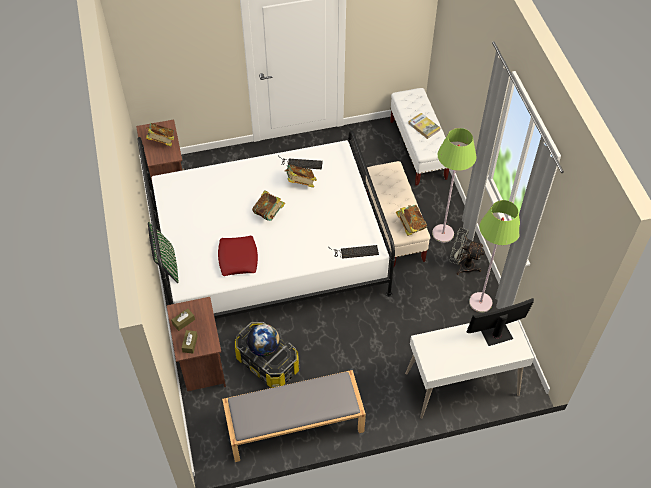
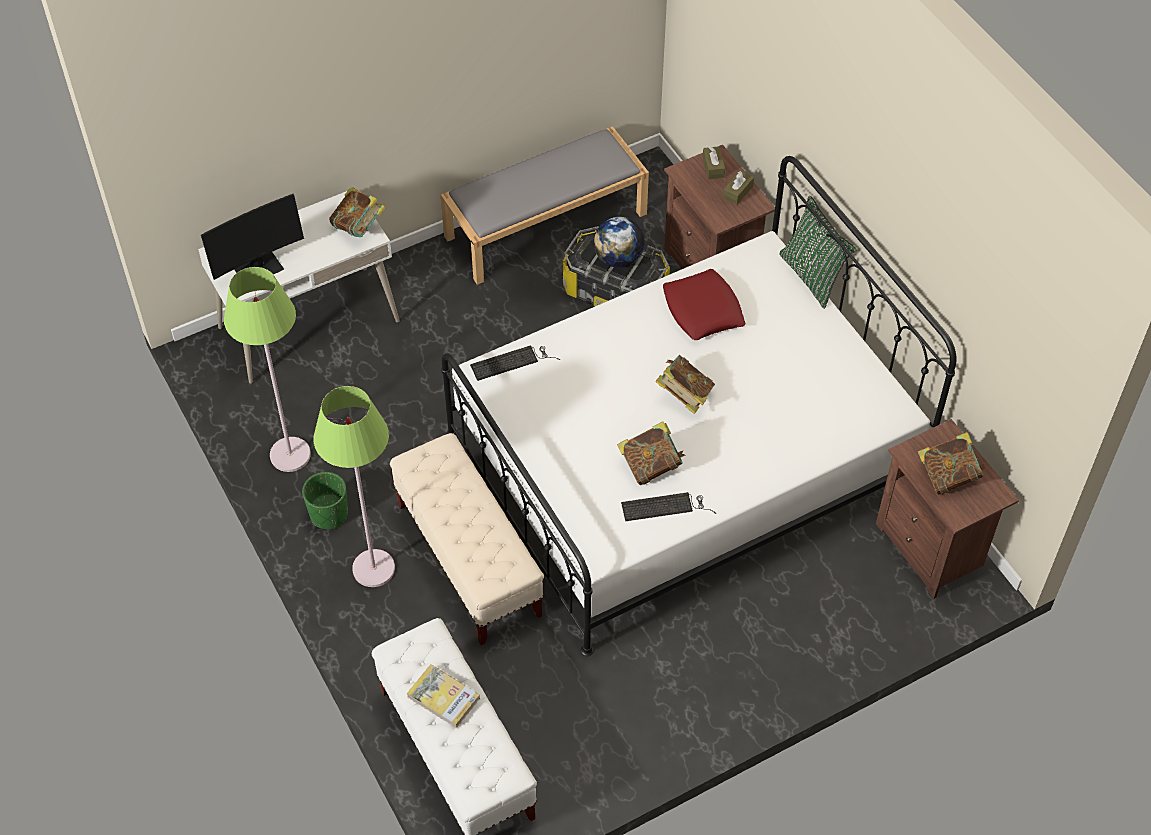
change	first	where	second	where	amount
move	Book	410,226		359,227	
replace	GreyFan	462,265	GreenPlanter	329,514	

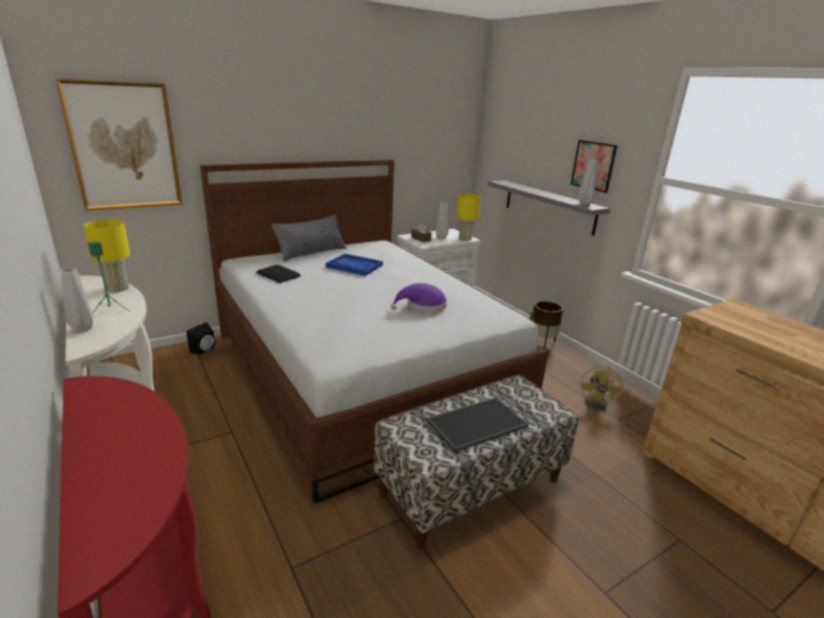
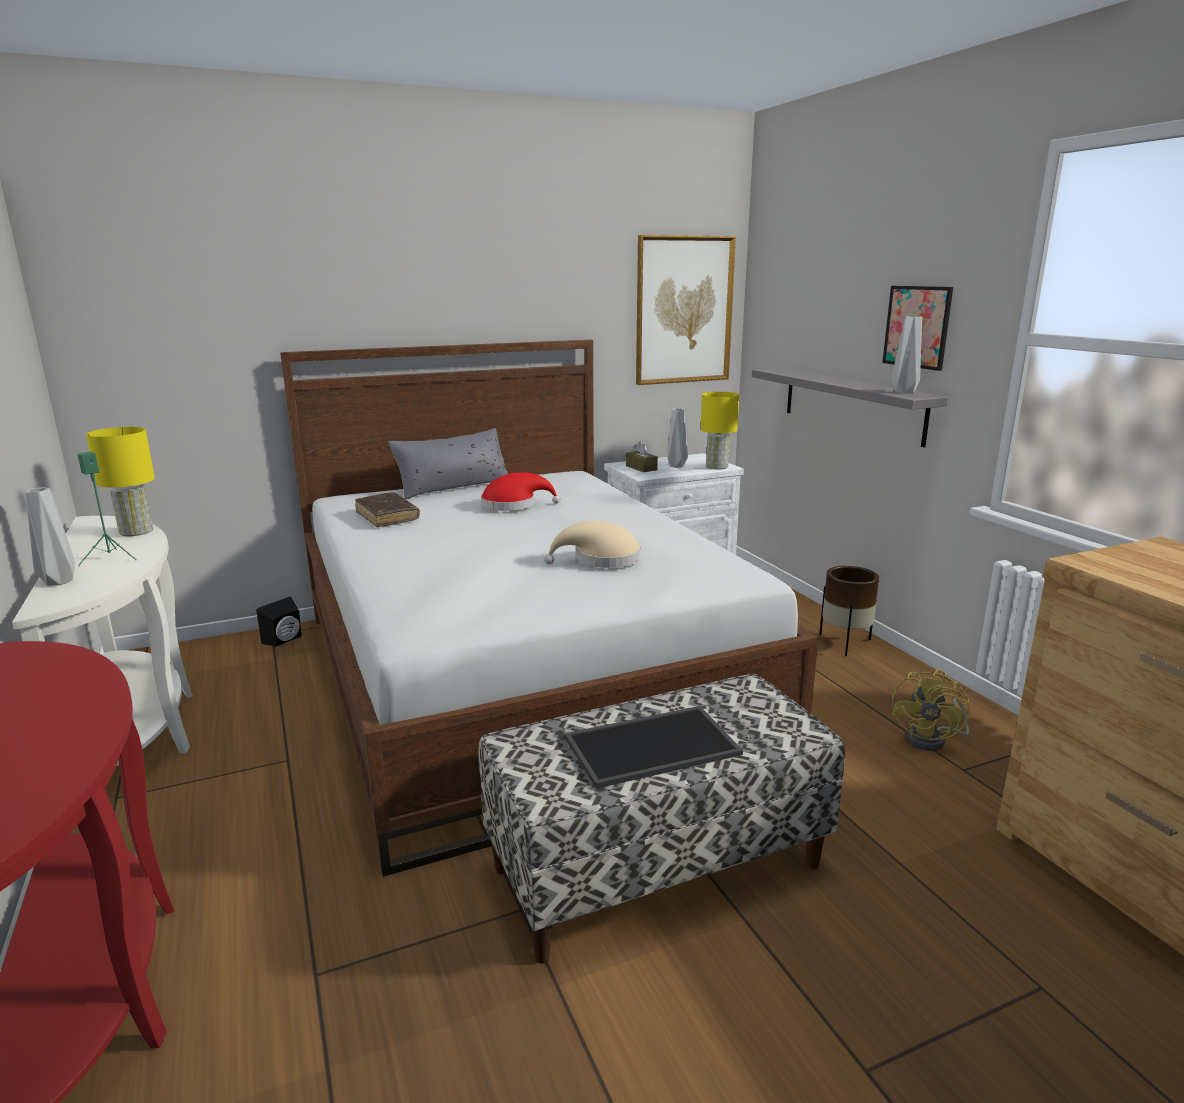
change	first	where	second	where	amount
move	Picture	124,146		683,310	
replace	BlueTray	354,266	RedHat	513,505	
replace	Laptop	278,275	BrownBook	387,517	
recolor	PurpleHat	423,306	BeigeHat	601,559	

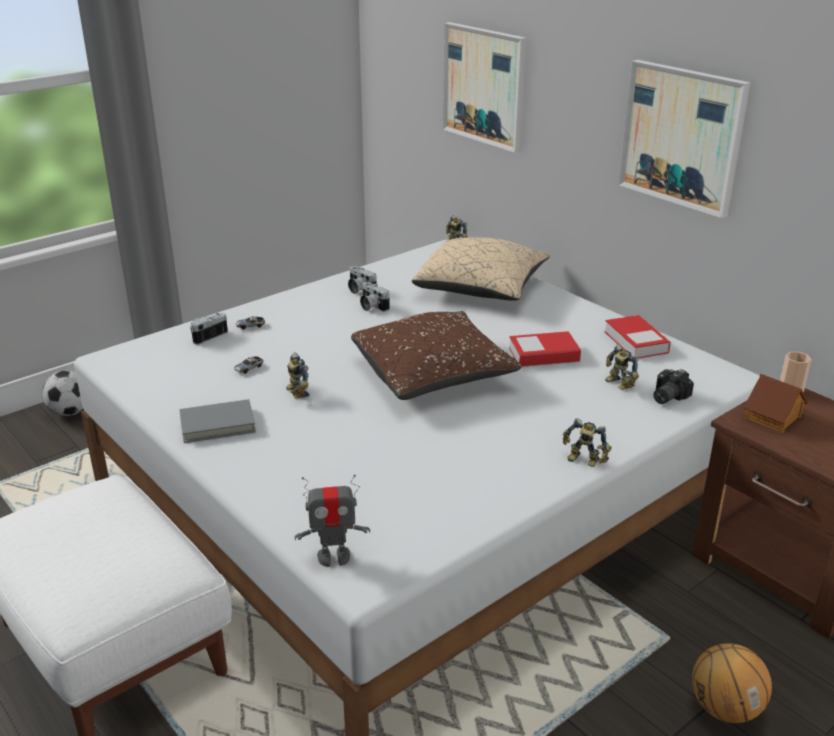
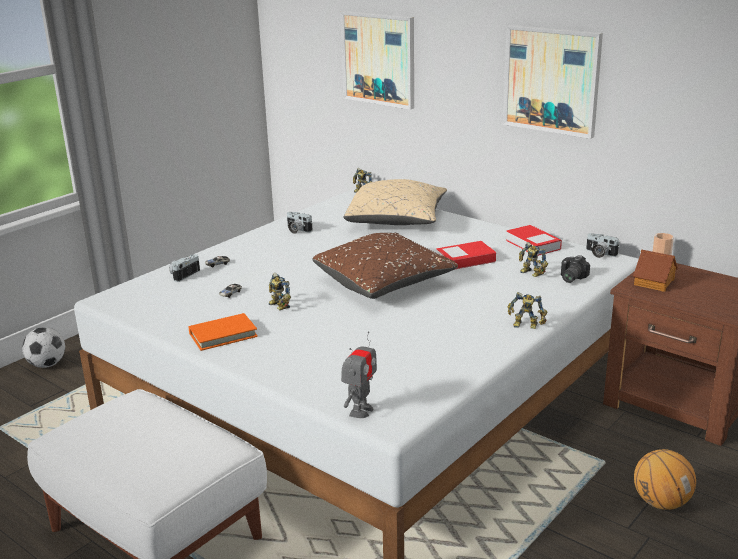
change	first	where	second	where	amount
move	PhotoCamera	372,306		599,254	
recolor	GreyBook	217,425	OrangeBook	223,335	
rotate	ToyRobot	333,557		360,411	45 degrees counterclockwise

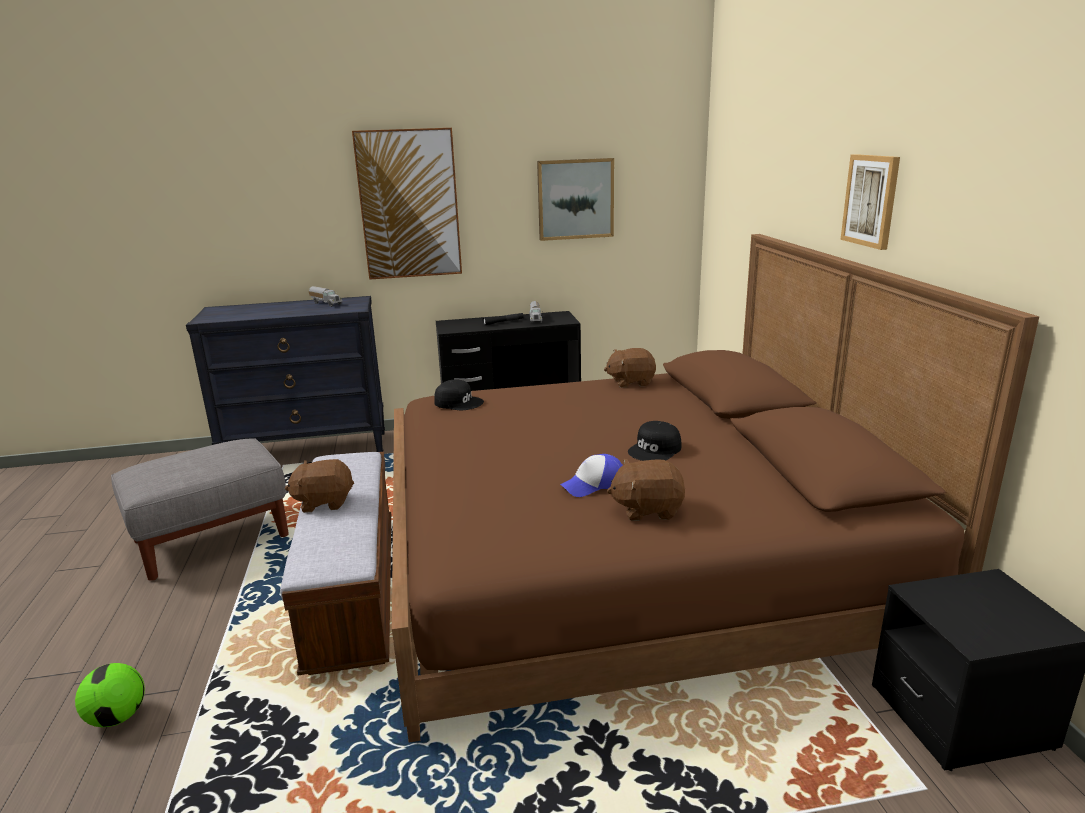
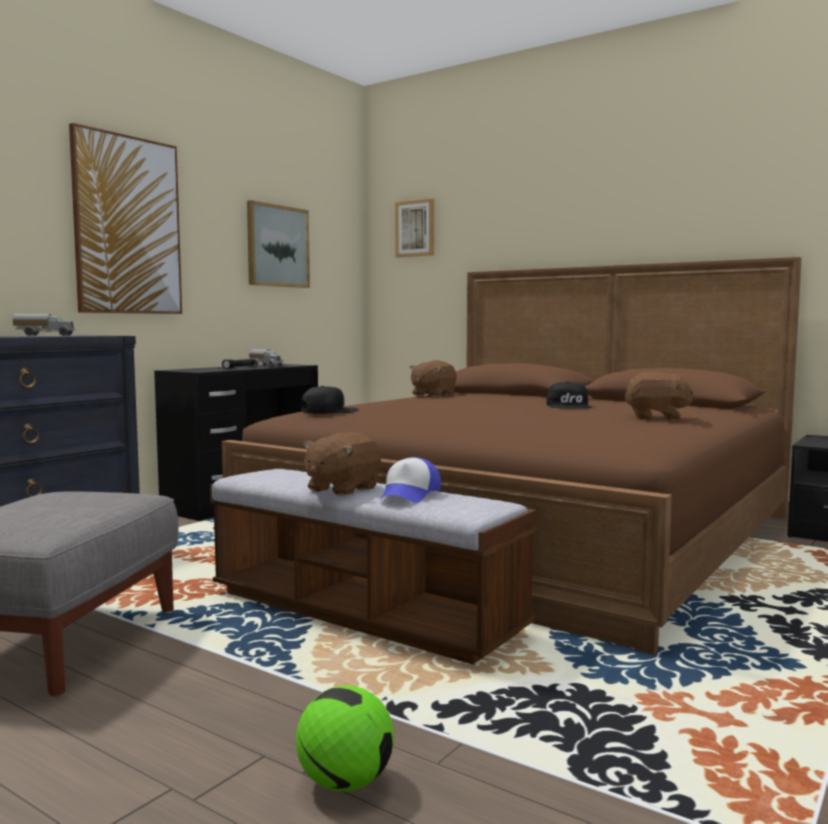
change	first	where	second	where	amount
move	Picture	871,200		415,228	
move	Cap	594,485		410,495	
rotate	BrownPlushToy	647,509		657,418	120 degrees counterclockwise

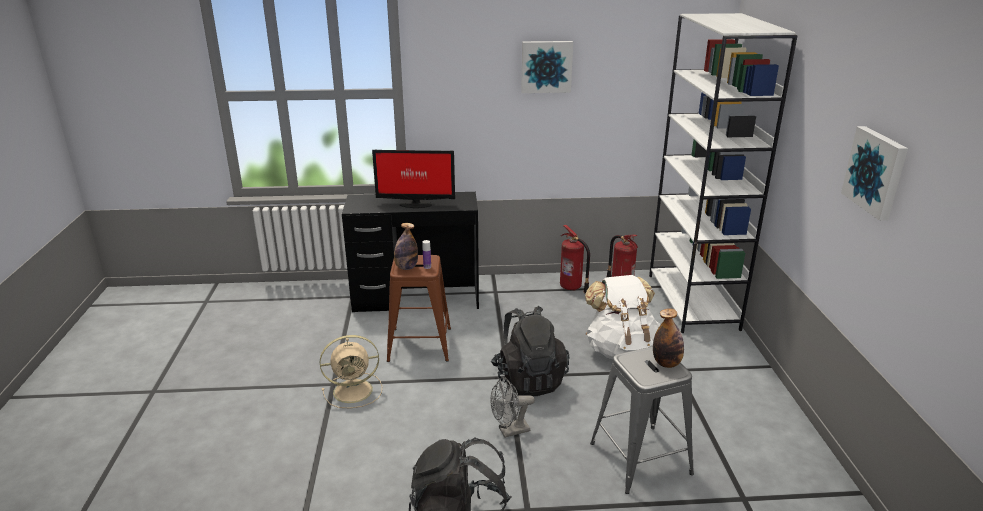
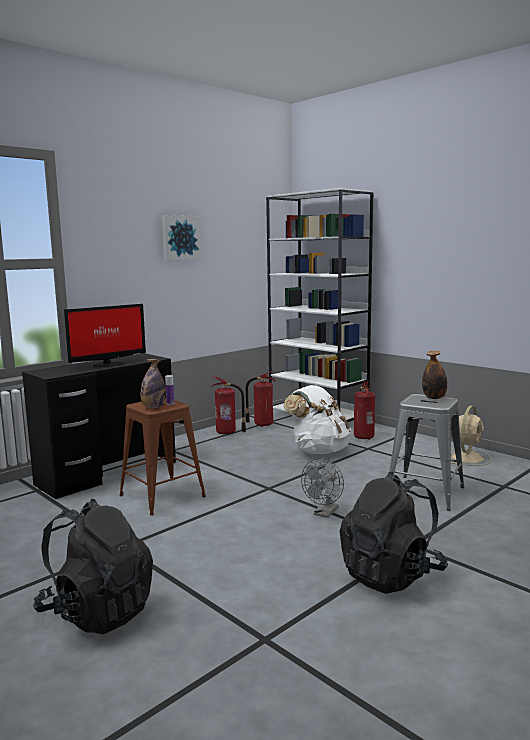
change	first	where	second	where	amount
delete	Picture	876,172			
move	BlackBackpack	529,380		97,611	
move	BeigeFan	354,390		467,457	
insert			FireExtinguisher	363,437	

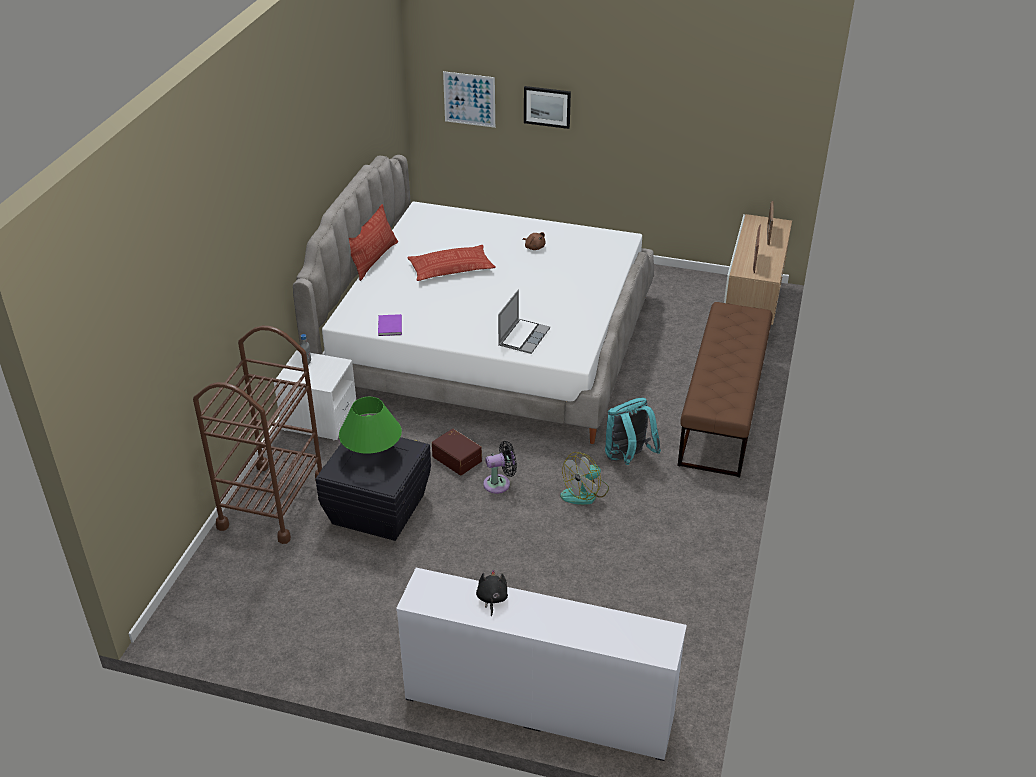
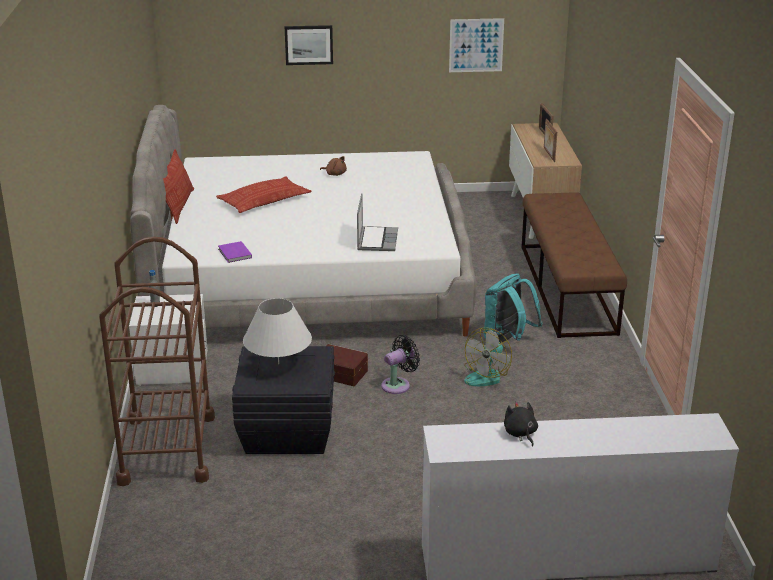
change	first	where	second	where	amount
move	Picture	469,99		476,45	
recolor	GreenTableLamp	372,452	WhiteTableLamp	278,364	

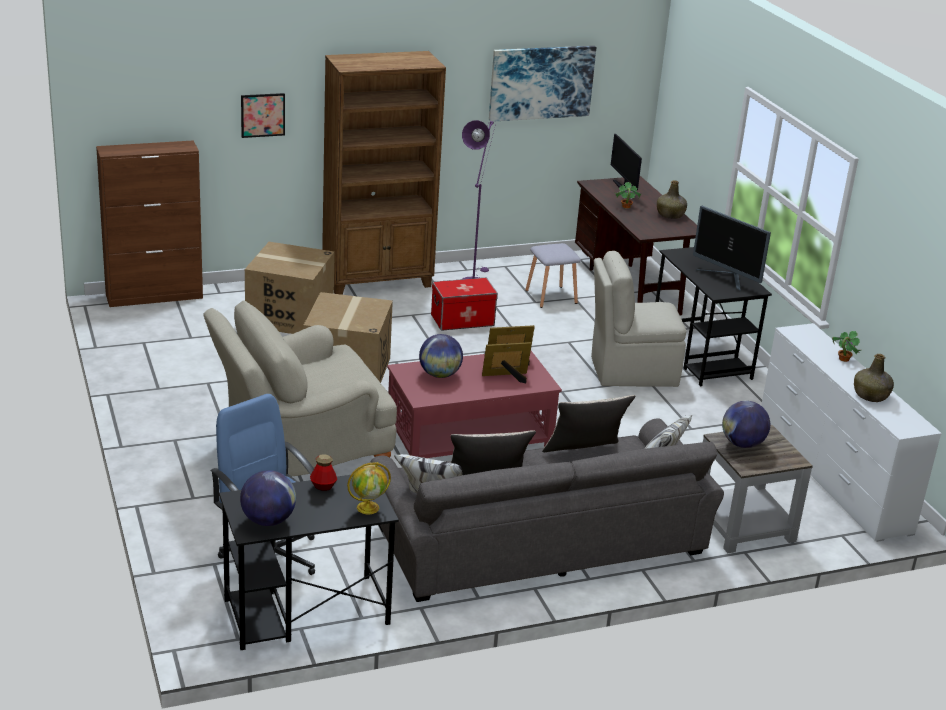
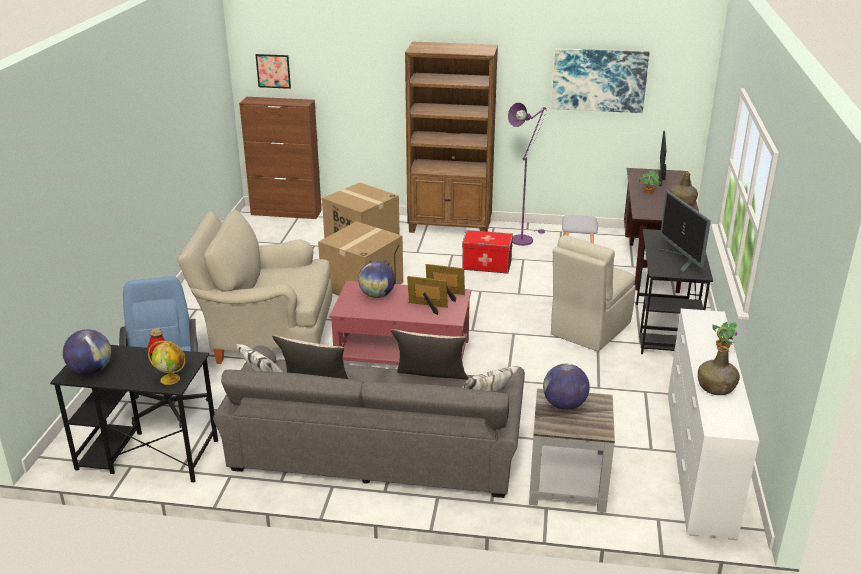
change	first	where	second	where	amount
move	Picture	263,115		273,71	
rotate	BeigeChair	631,371		589,330	75 degrees counterclockwise

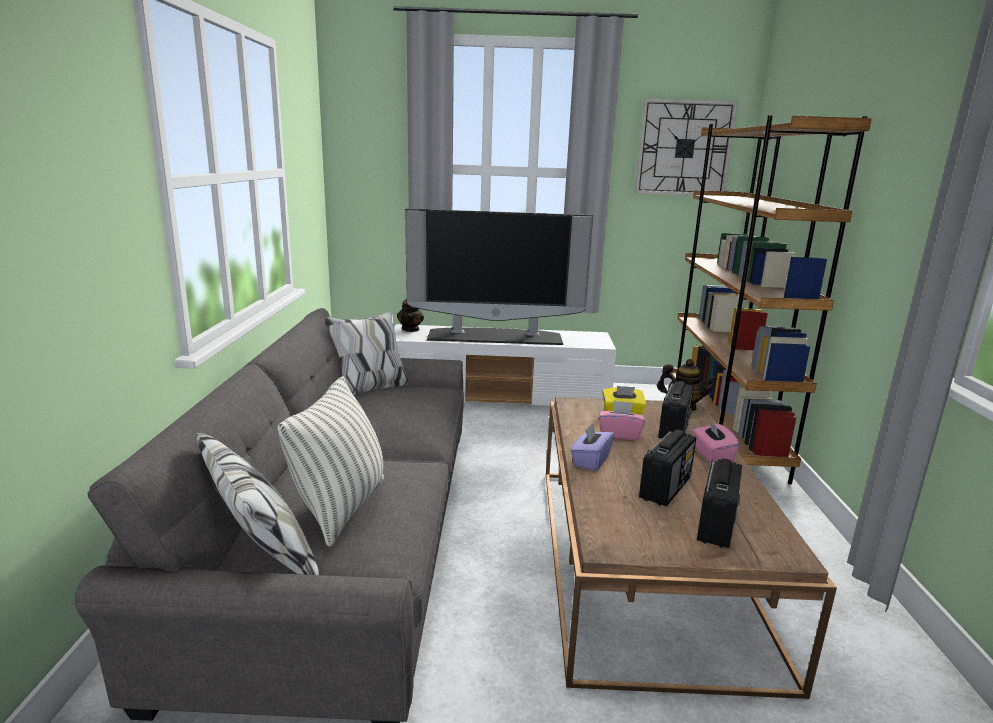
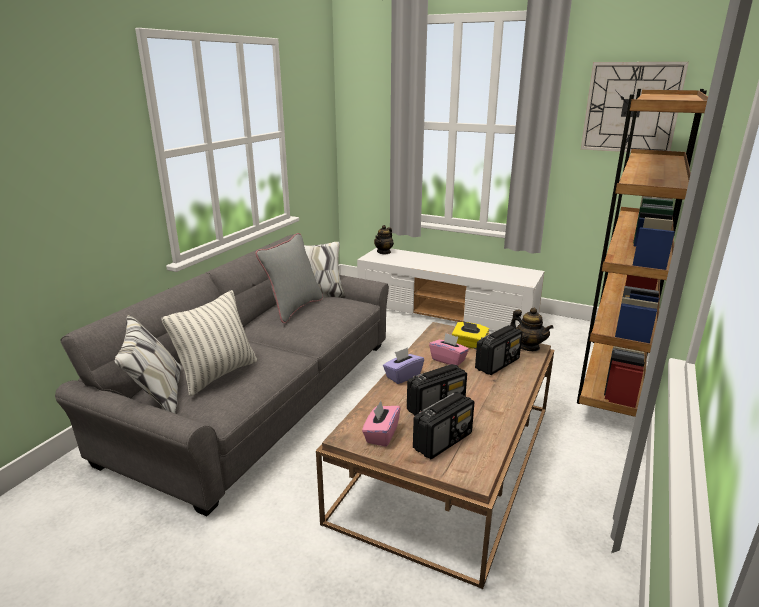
change	first	where	second	where	amount
delete	Television	495,336			
move	PinkTissueBox	712,455		381,434	
insert			GreyPillow	294,308	

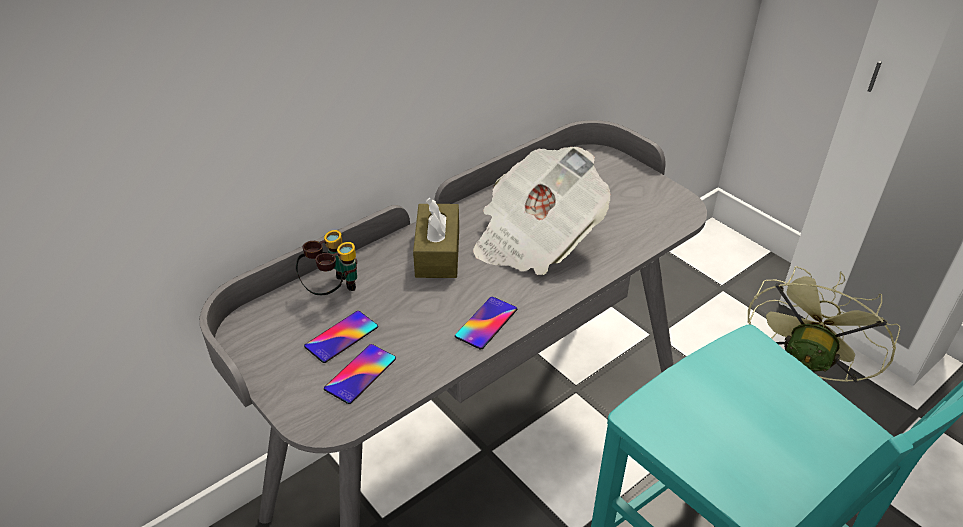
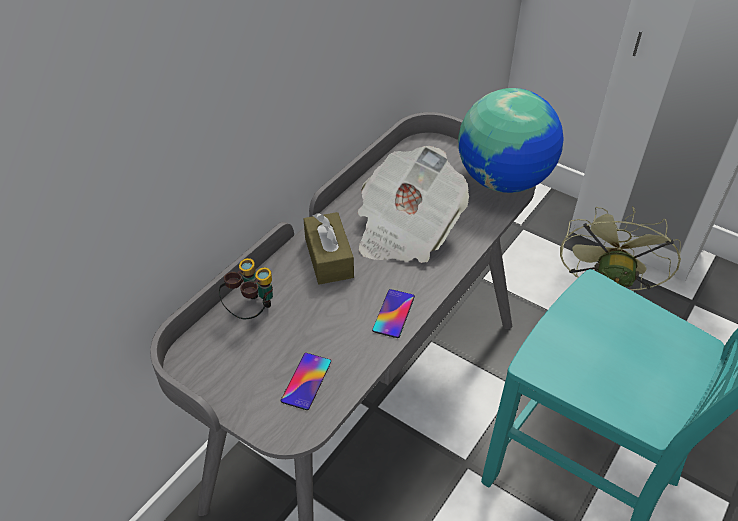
change	first	where	second	where	amount
delete	Phone	341,337			
insert			Globe	504,181	

